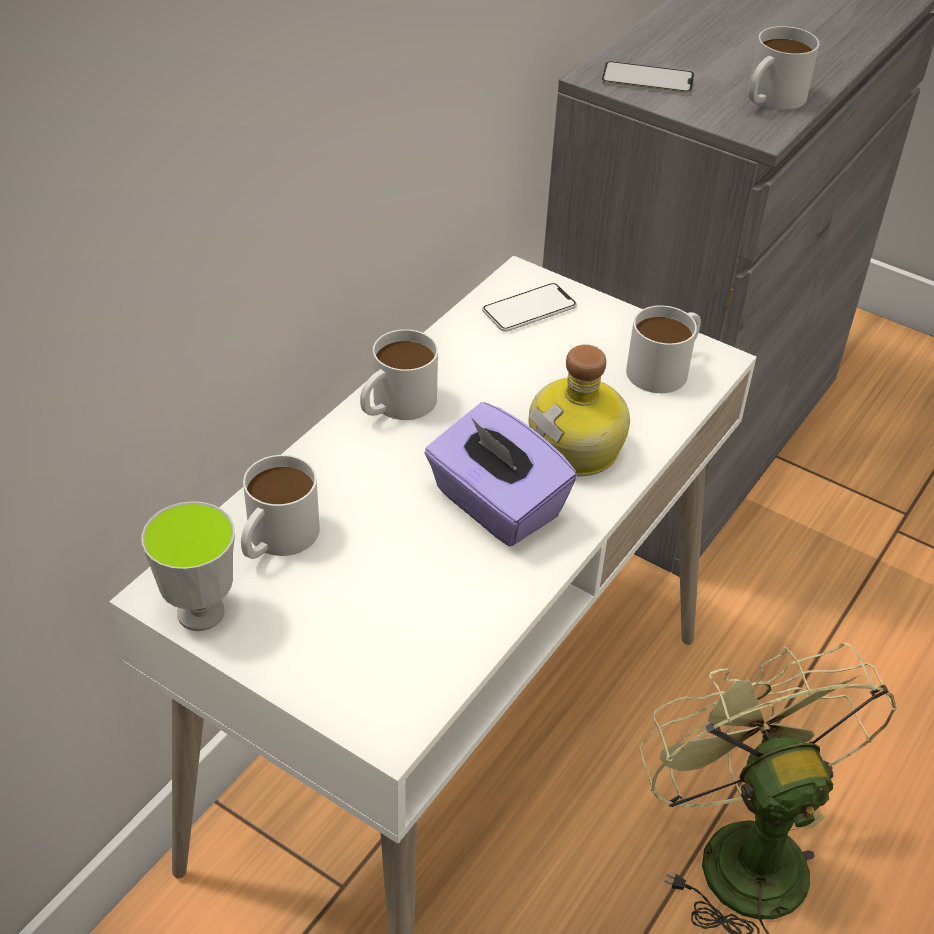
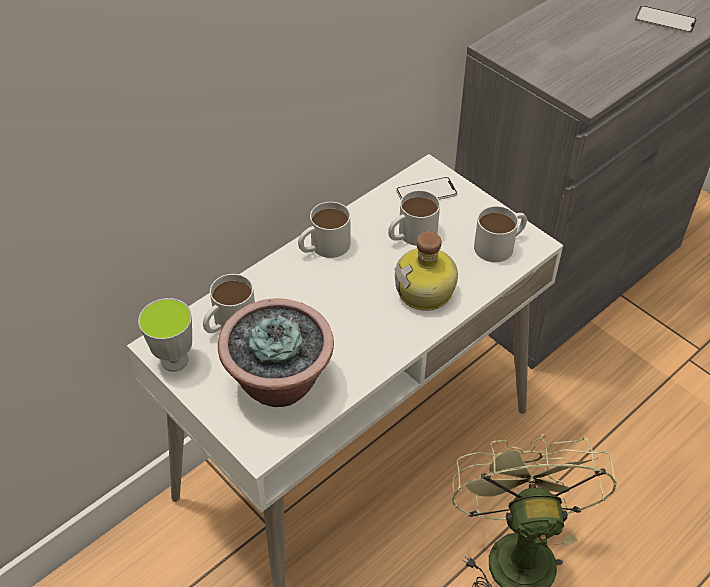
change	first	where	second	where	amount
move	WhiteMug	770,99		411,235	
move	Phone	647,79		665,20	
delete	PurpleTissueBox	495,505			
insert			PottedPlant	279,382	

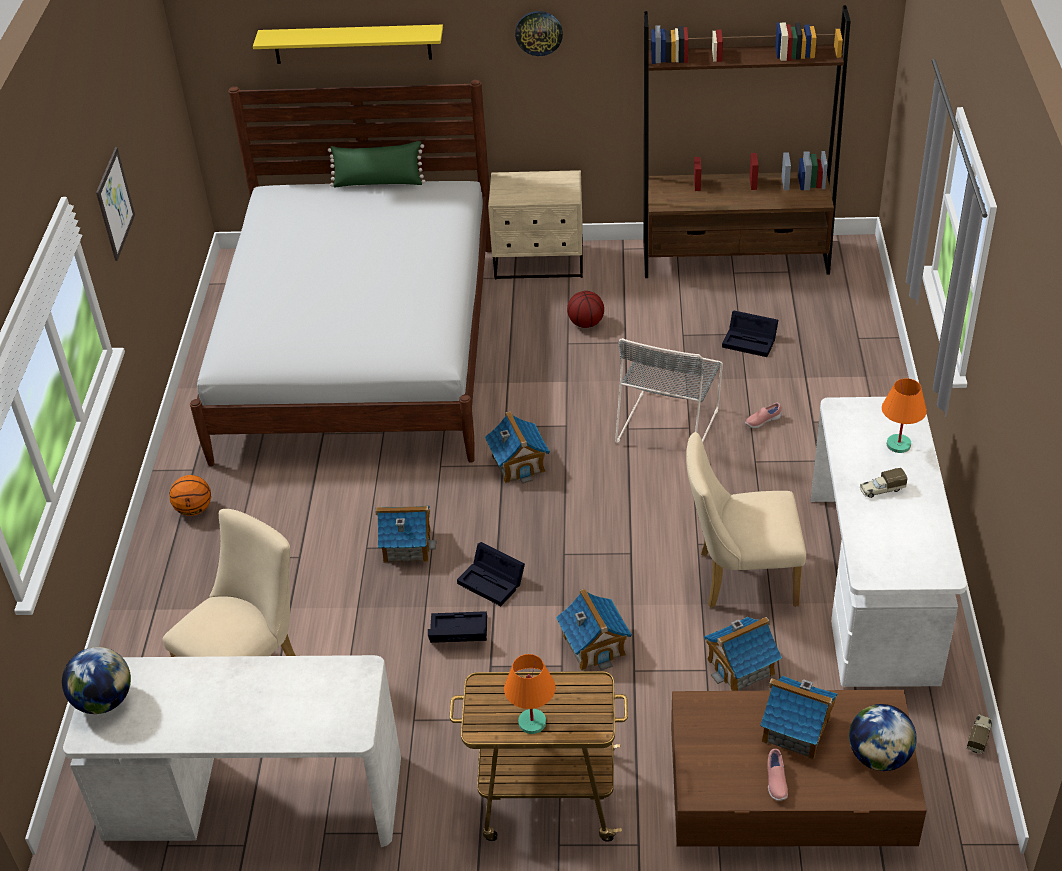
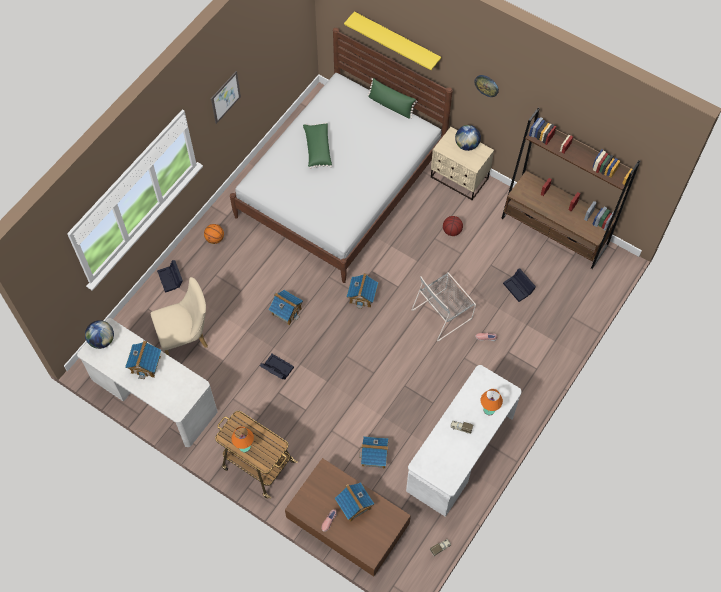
change	first	where	second	where	amount
delete	BeigeChair	739,578			
move	BlackStorageBox	493,582		171,279	
move	ToyHouse	594,645		146,364	
move	Globe	879,757		466,145	
insert			GreenPillow	317,149	

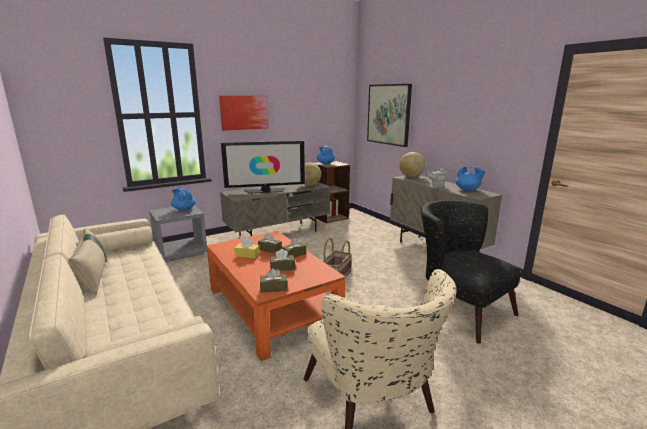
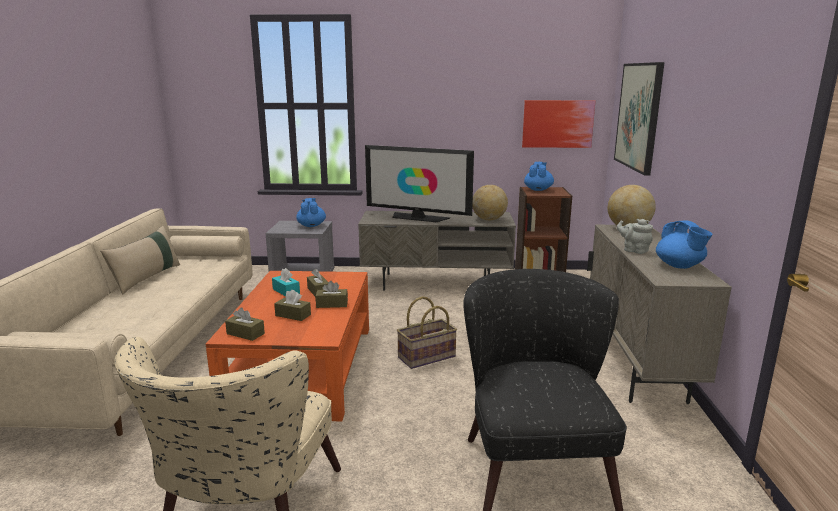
change	first	where	second	where	amount
move	Picture	244,112		557,124	
recolor	YellowTissueBox	247,255	TurquoiseTissueBox	286,291	

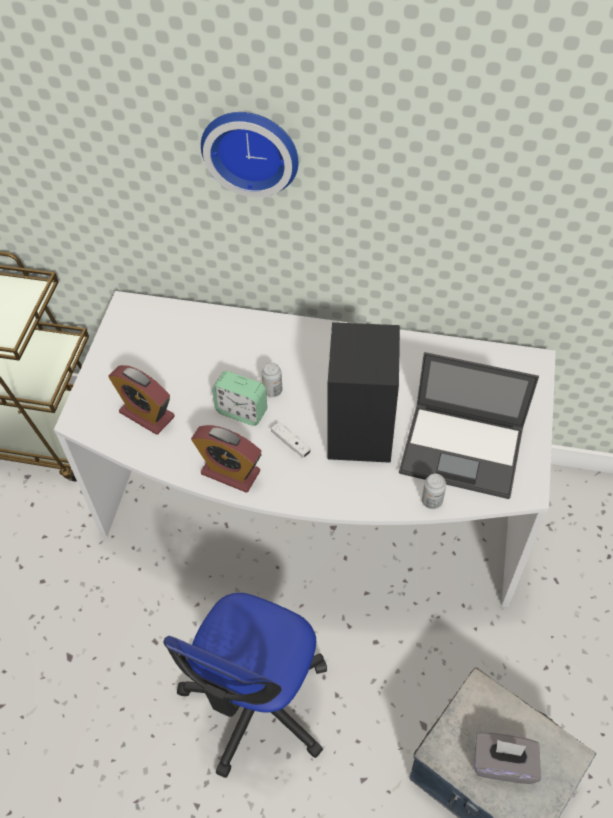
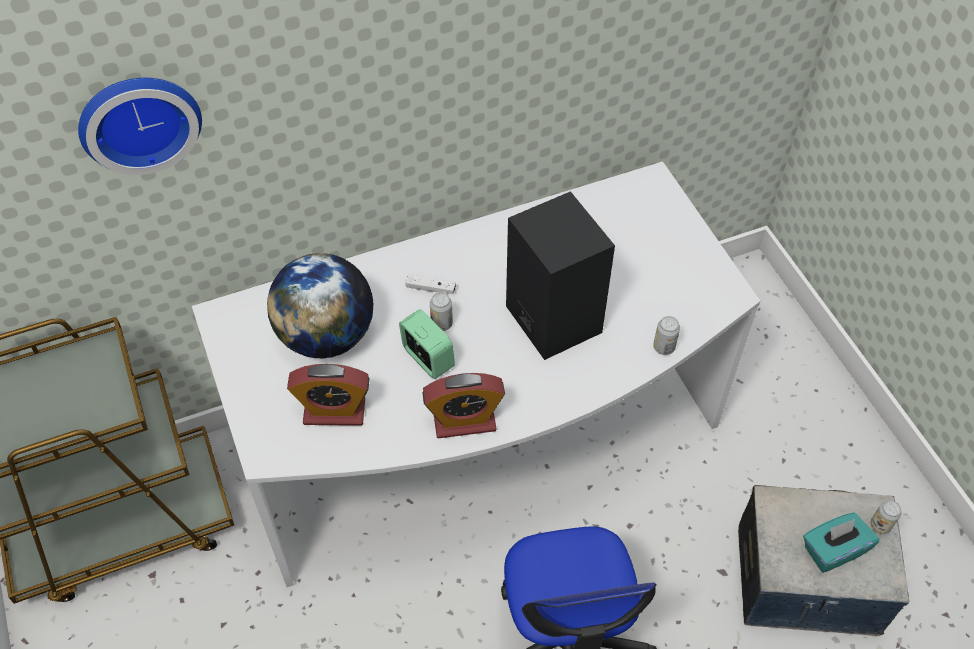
change	first	where	second	where	amount
move	WallClock	251,149		139,119	
delete	Laptop	463,450			
rotate	AlarmClock	242,411		428,358	120 degrees counterclockwise
move	WhiteGameController	290,443		430,288	
recolor	GreyTissueBox	502,763	TurquoiseTissueBox	833,550	
insert			Globe	327,336	
insert			Can	880,525	

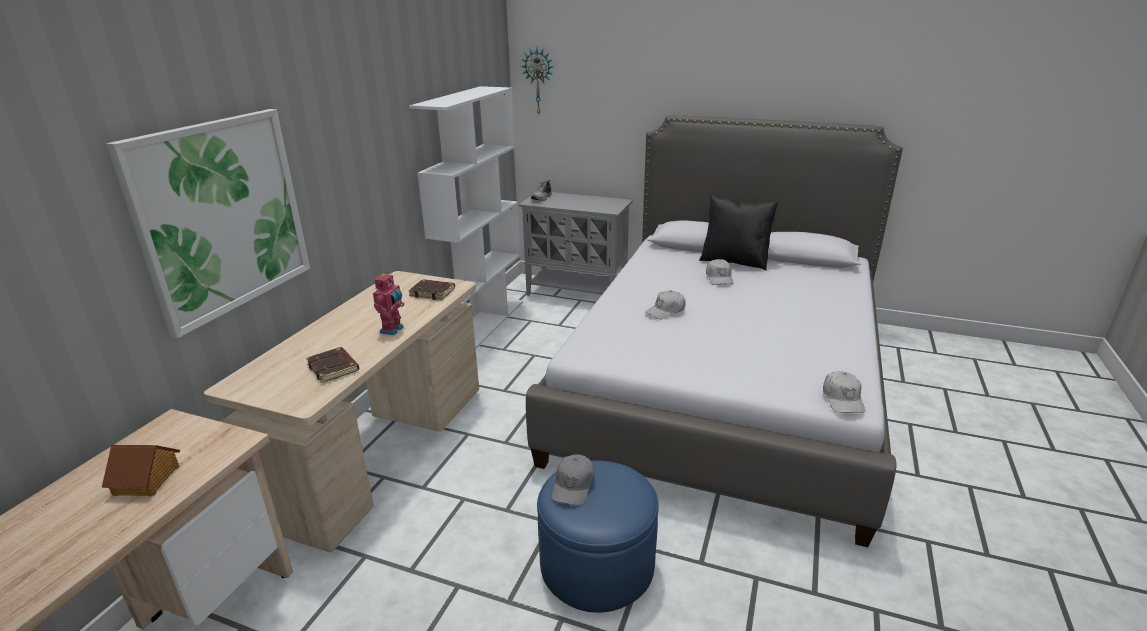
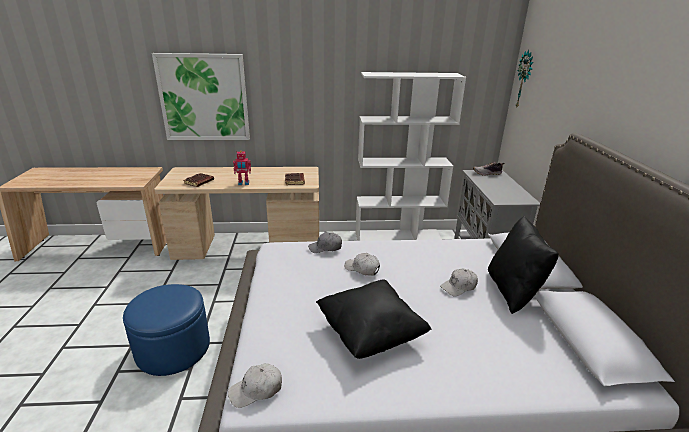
change	first	where	second	where	amount
delete	ToyHouse	147,480			
move	GreyCap	573,486		325,247	
insert			BlackPillow	370,334	

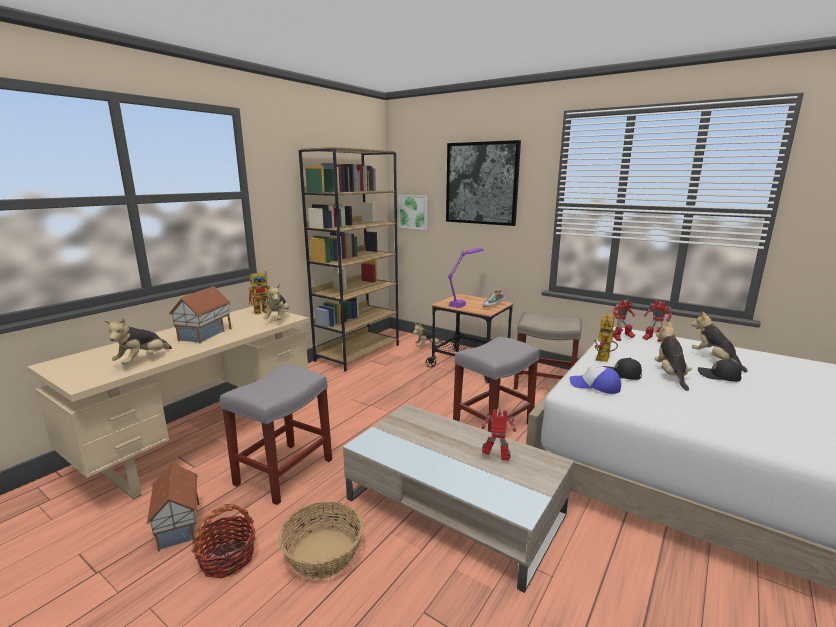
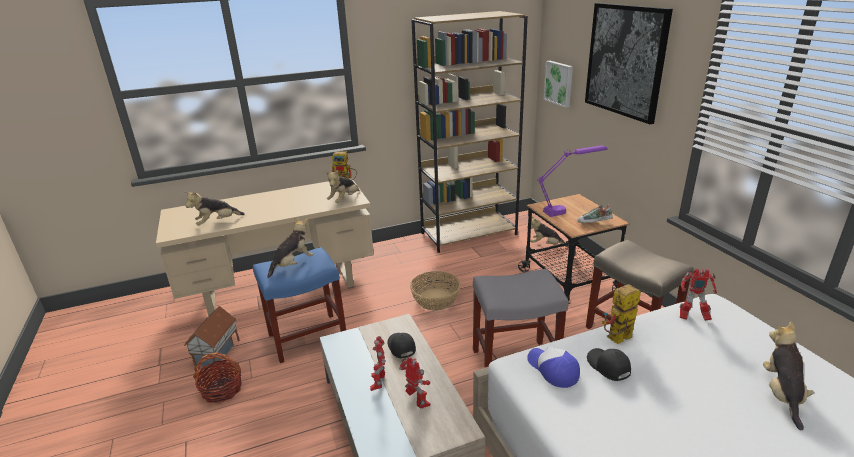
change	first	where	second	where	amount
delete	ToyHouse	206,335			
move	ToyRobot	653,340		379,383	
move	PlushToy	670,375		293,264	
move	BlackCap	719,376		401,347	
recolor	GreyStool	283,473	BlueStool	306,338	
move	Basket	322,553		435,299	

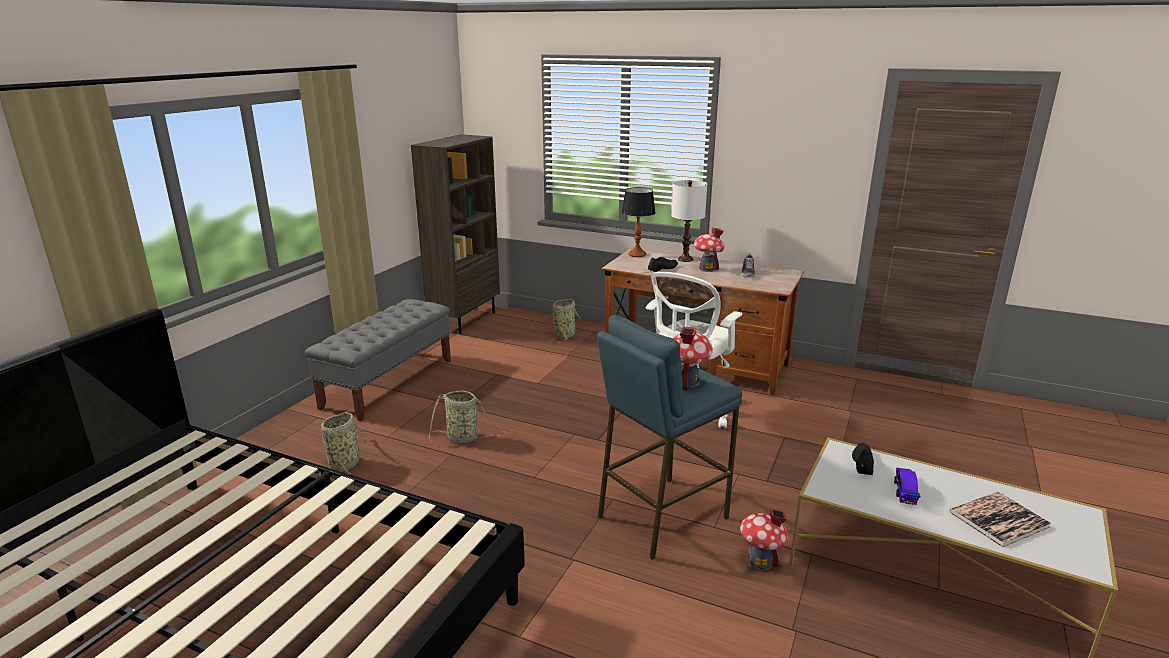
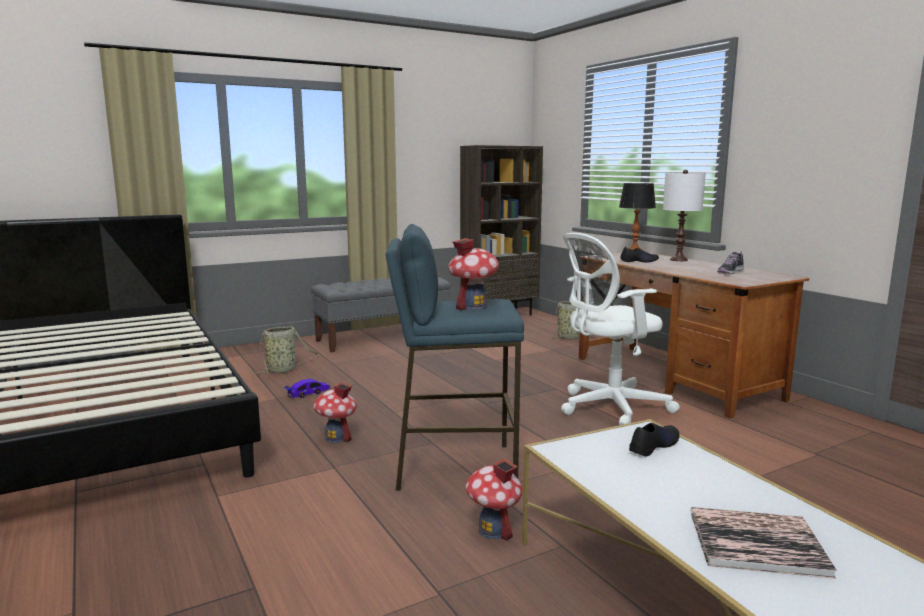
change	first	where	second	where	amount
move	ToyHouse	707,269		336,438	
delete	Basket	465,438			
move	ToyCar	905,490		308,393	

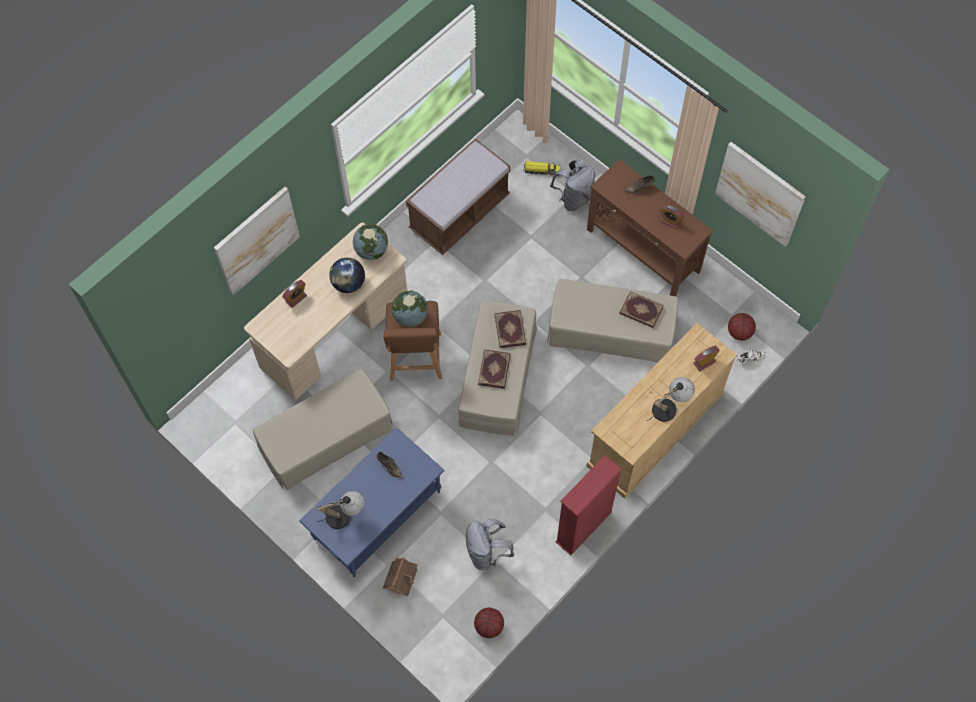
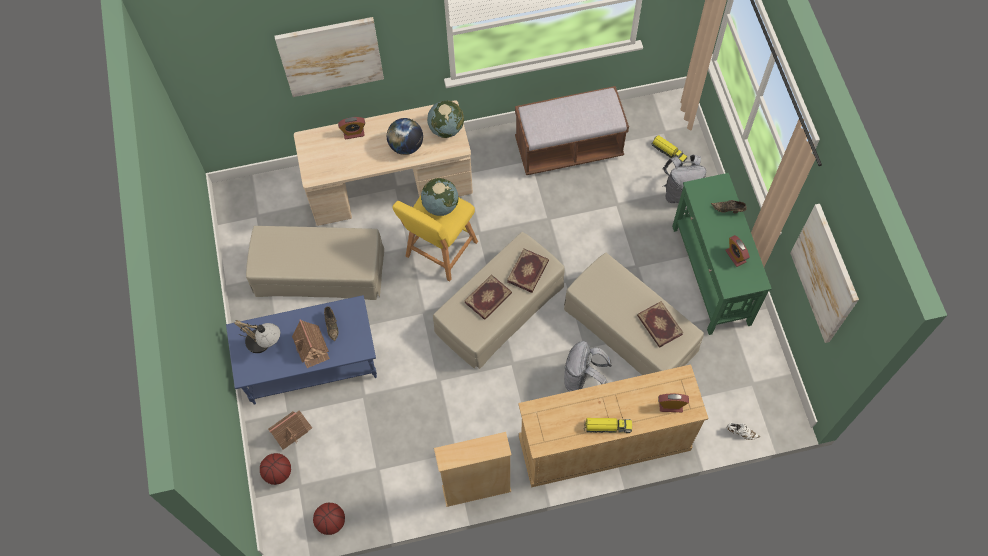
change	first	where	second	where	amount
recolor	BrownConsoleTable	643,251	GreenConsoleTable	710,275	
recolor	BrownStool	415,360	YellowStool	439,252	
move	Basketball	739,332		278,473	
replace	TableLamp	669,406	ToyTruck	607,426	
recolor	RedBookcase	583,527	BeigeBookcase	476,489	
move	GreyBackpack	487,552		583,380	
insert			ToyHouse	311,347	

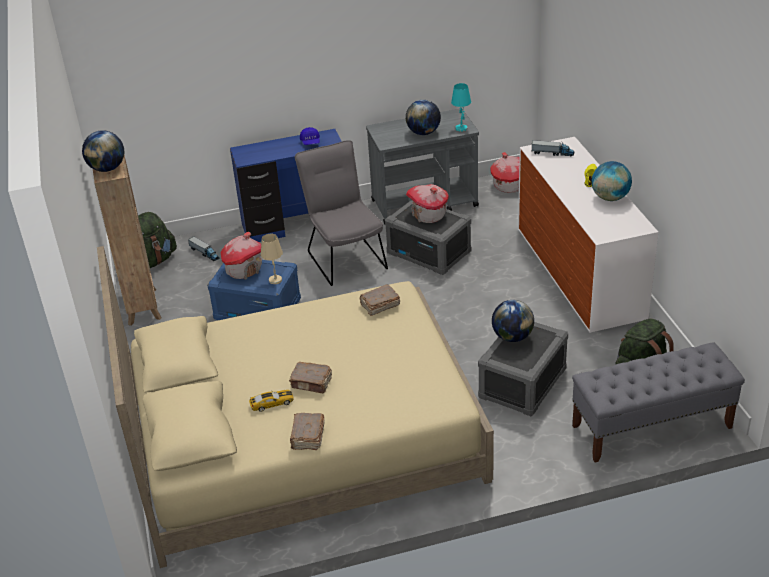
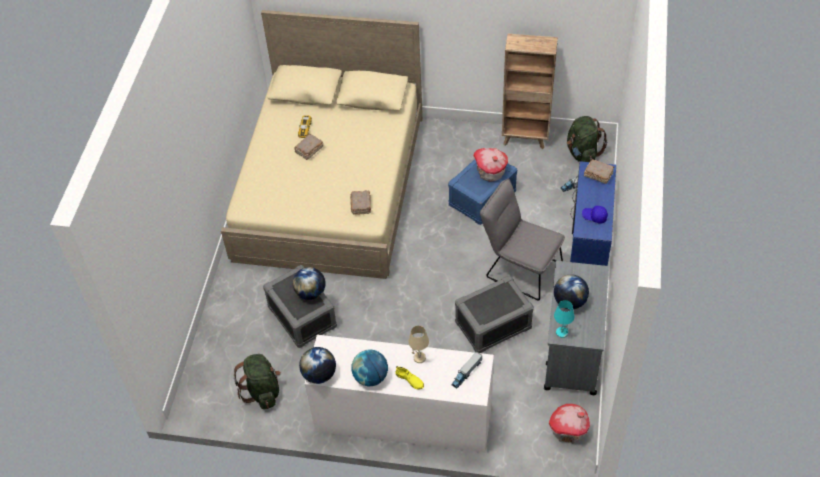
change	first	where	second	where	amount
move	Globe	107,168		319,375	
rotate	GreyChair	345,257		519,268	150 degrees counterclockwise
delete	ToyHouse	428,215			
move	BeigeTableLamp	275,280		419,358	
delete	GreyBench	651,427			
move	BrownBook	307,437		598,175	

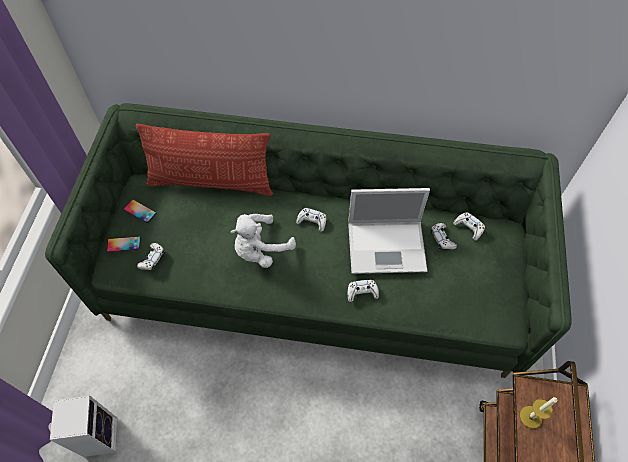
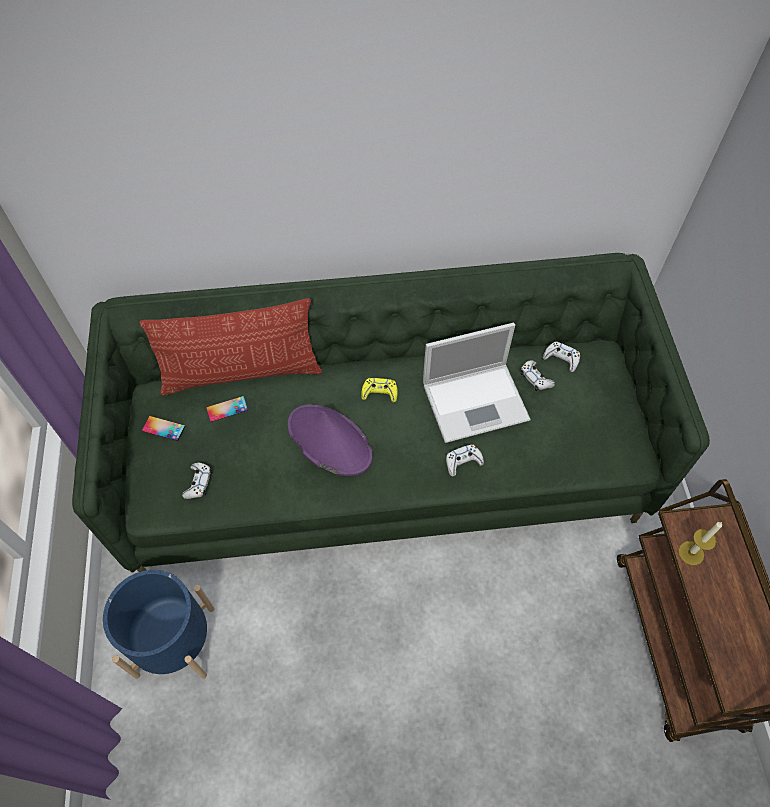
change	first	where	second	where	amount
recolor	WhiteGameController	312,221	YellowGameController	379,392	
replace	WhitePlushToy	260,250	PurpleHat	329,440	
move	Phone	124,244		227,409	
delete	Speaker	99,435			
insert			BluePlanter	175,641	

